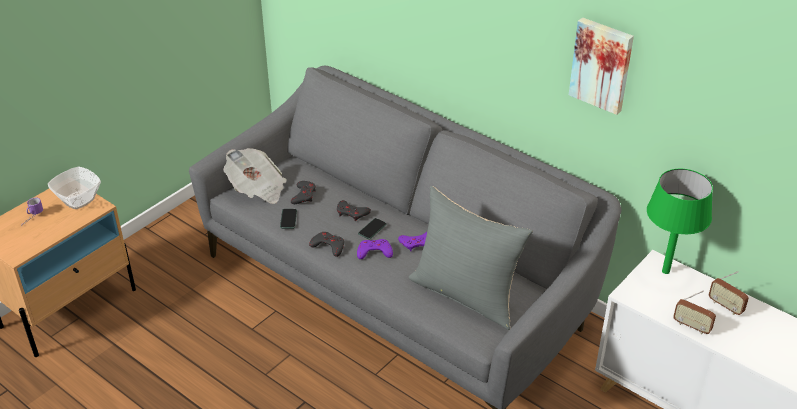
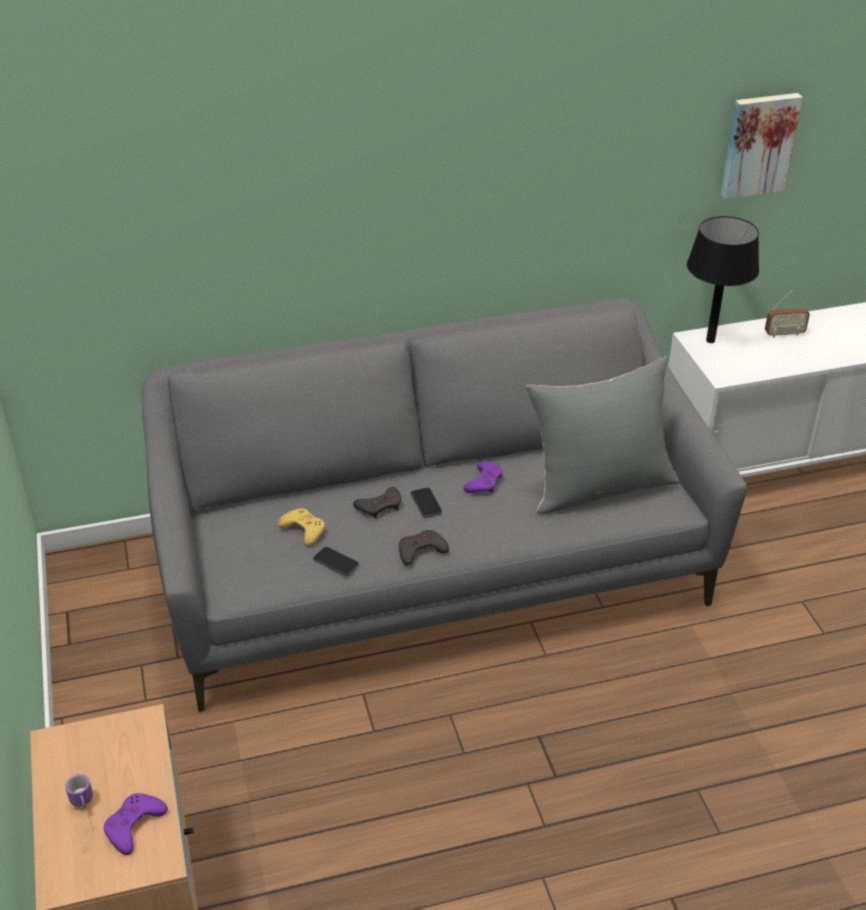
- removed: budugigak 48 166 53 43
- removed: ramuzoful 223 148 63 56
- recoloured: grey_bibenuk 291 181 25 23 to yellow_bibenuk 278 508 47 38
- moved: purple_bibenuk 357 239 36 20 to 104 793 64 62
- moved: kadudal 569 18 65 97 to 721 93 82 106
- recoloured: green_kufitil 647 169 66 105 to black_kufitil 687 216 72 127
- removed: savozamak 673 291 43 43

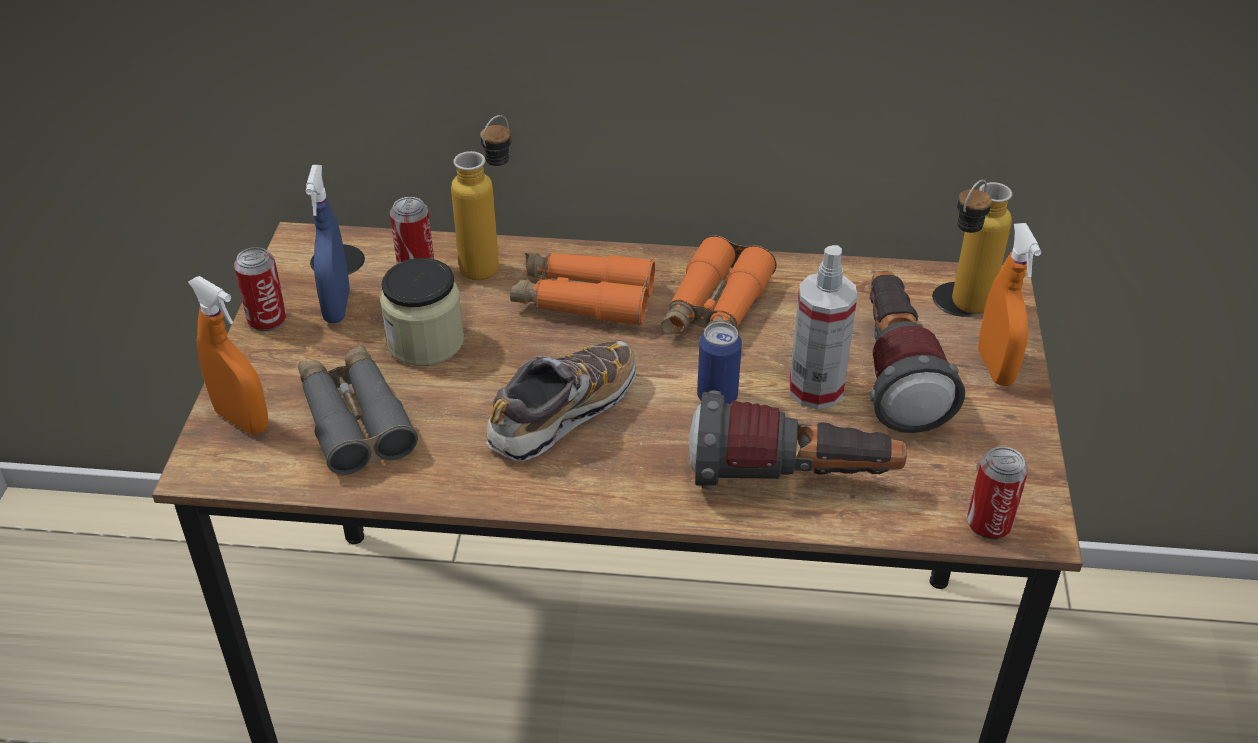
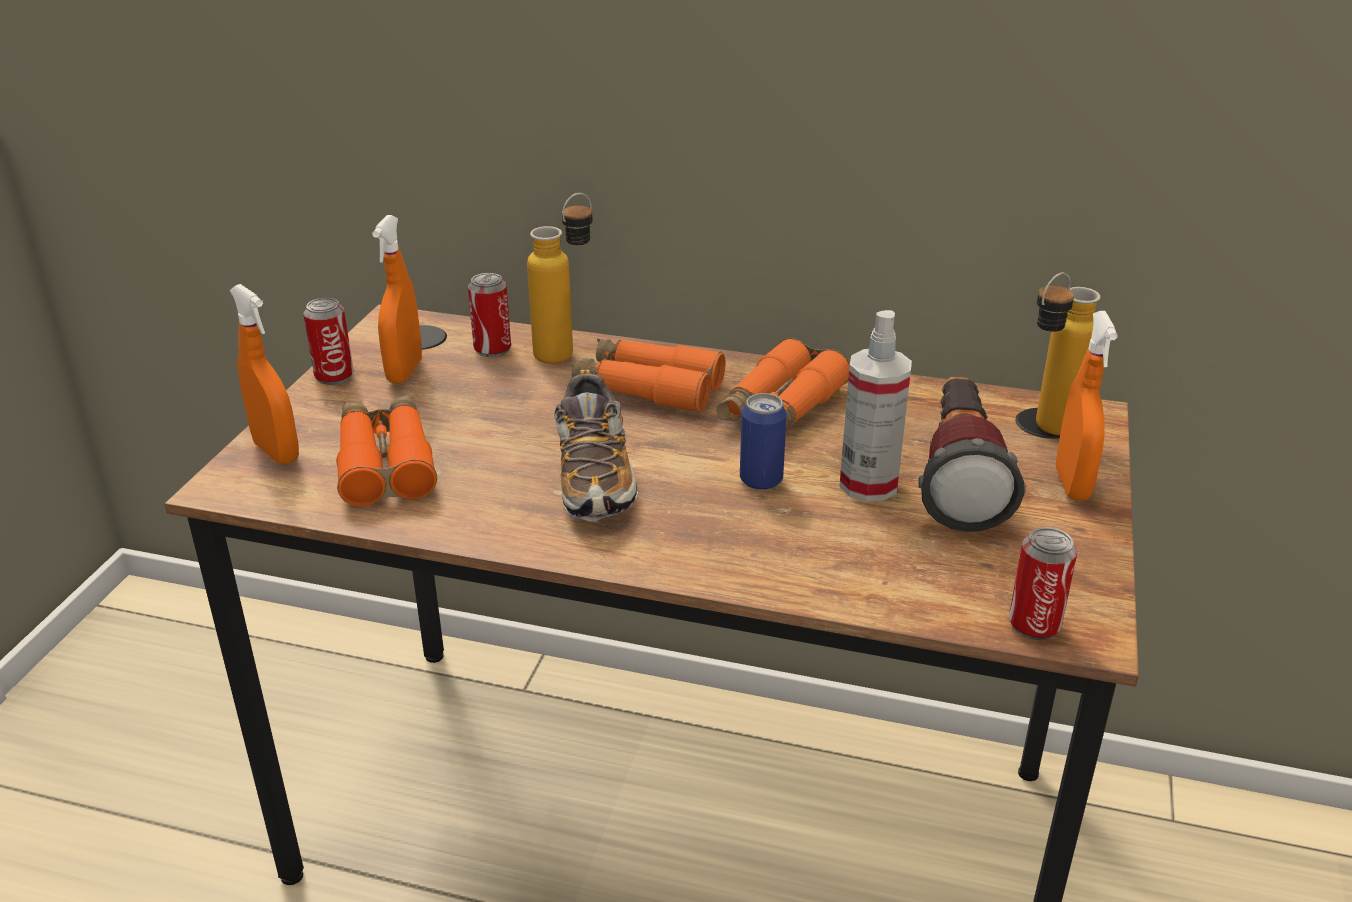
- recoloured: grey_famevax 298 344 120 131 to orange_famevax 336 395 101 111
- recoloured: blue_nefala 306 165 44 158 to orange_nefala 372 215 50 168
- removed: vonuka 380 258 84 108
- turned: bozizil 486 341 150 120 = 554 370 84 152 120 degrees clockwise
- removed: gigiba 689 390 218 99

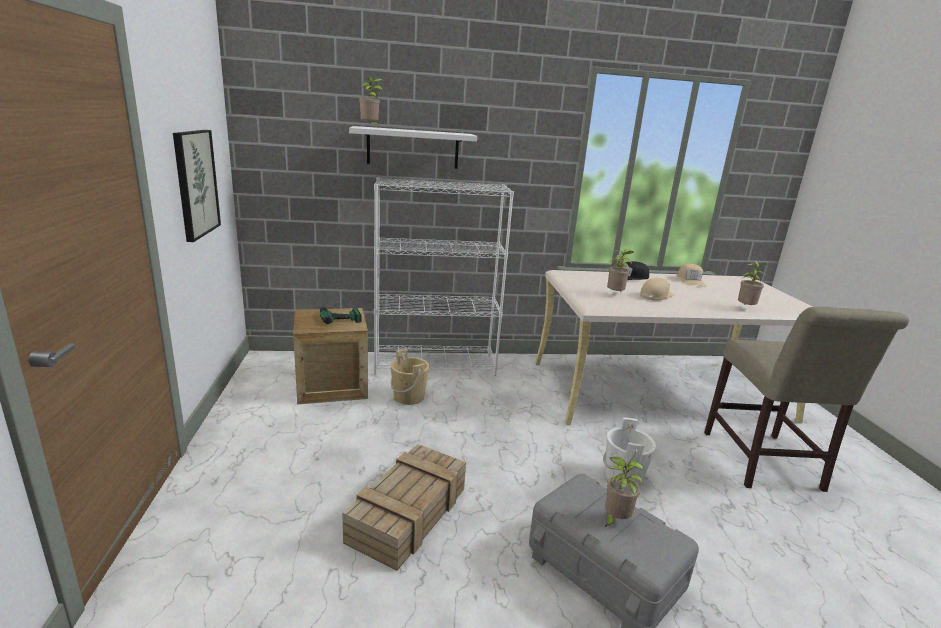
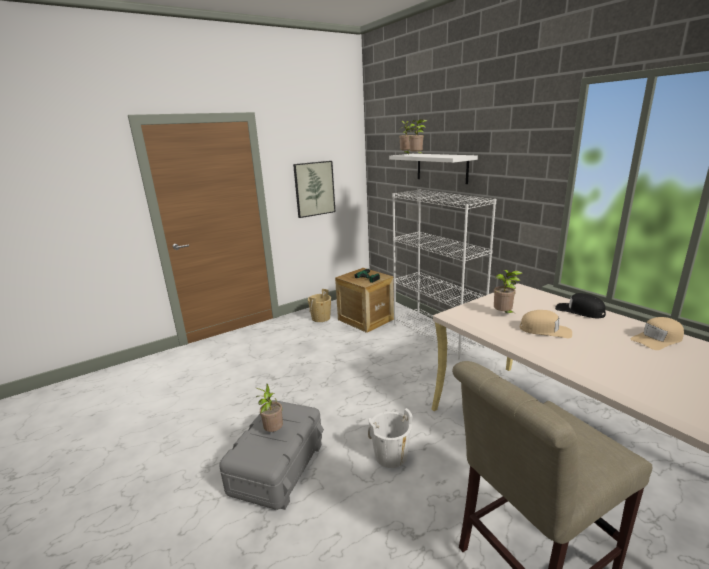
- removed: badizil 342 444 124 127
- moved: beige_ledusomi 390 349 39 56 to 308 289 23 33
- moved: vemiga 738 261 29 44 to 409 119 18 36

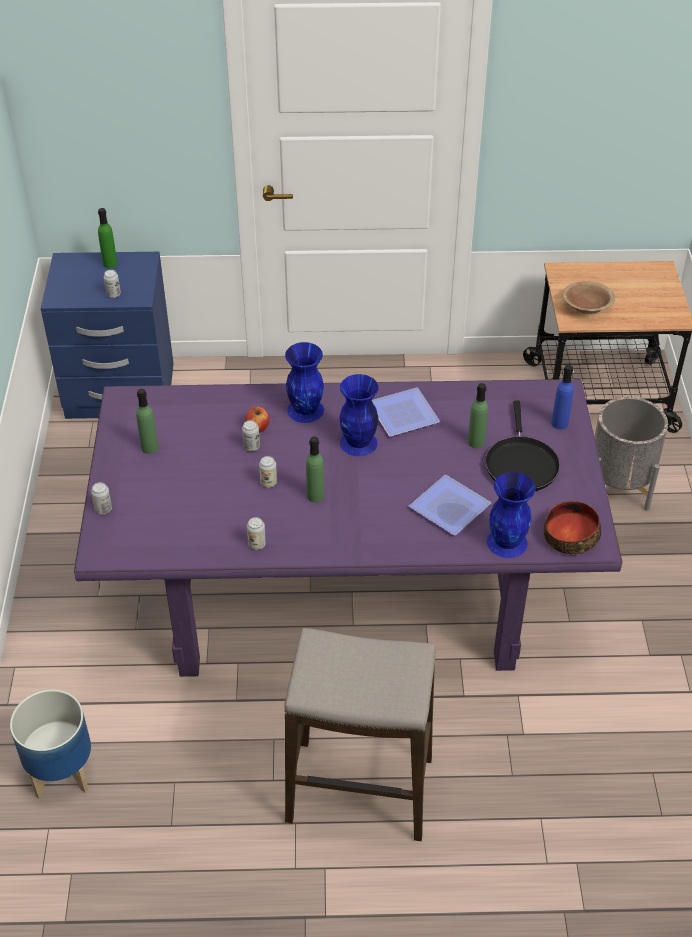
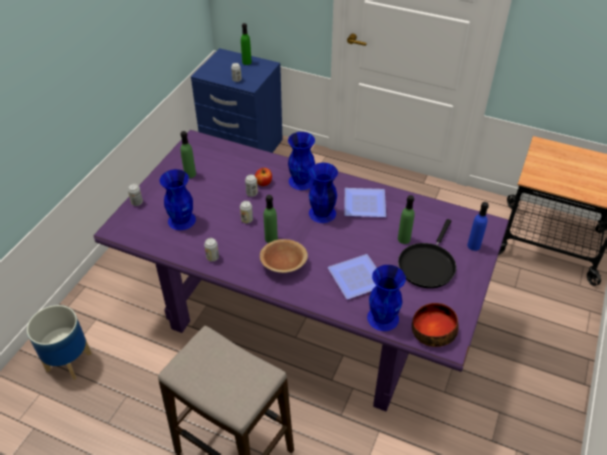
- moved: brown_budugigak 562 281 53 33 to 260 239 48 34
- removed: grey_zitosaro 594 397 74 114
- added: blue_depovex 160 169 36 61

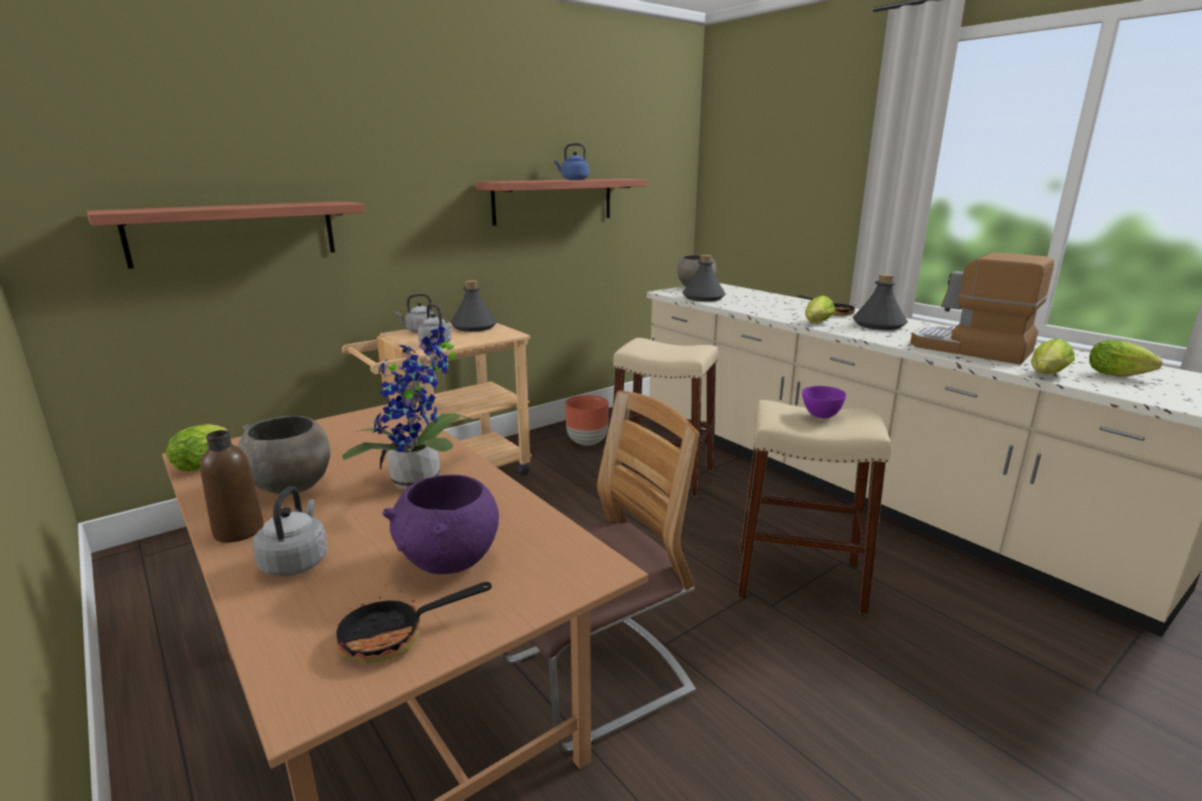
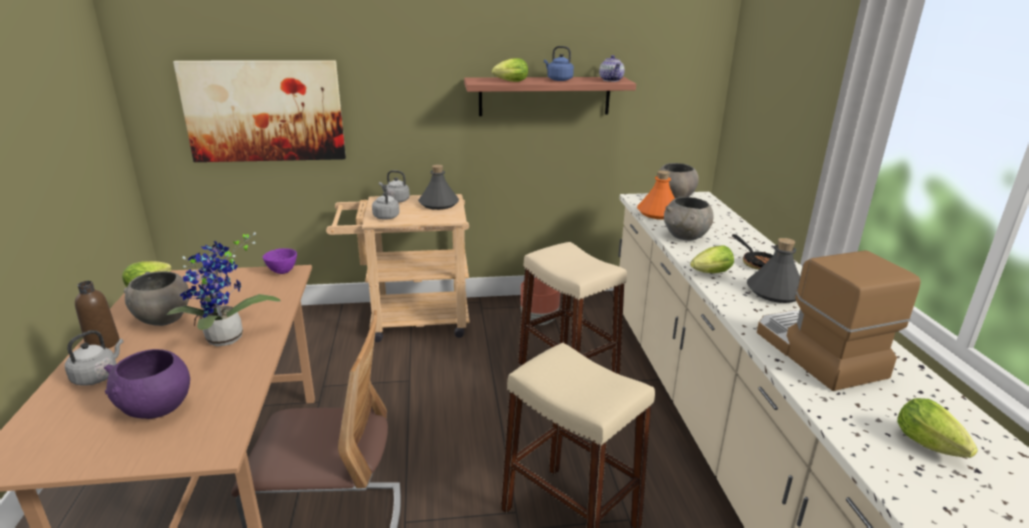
- replaced: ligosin 86 201 279 68 to kadudal 173 60 173 102
- removed: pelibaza 336 582 156 81
- recoloured: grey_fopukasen 682 255 44 46 to orange_fopukasen 637 170 38 49
- moved: purple_budugigak 802 386 44 33 to 263 248 34 26
- moved: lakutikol 1031 338 44 36 to 492 58 36 24
- added: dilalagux 599 55 26 27
- added: grey_budugigak 664 197 50 43

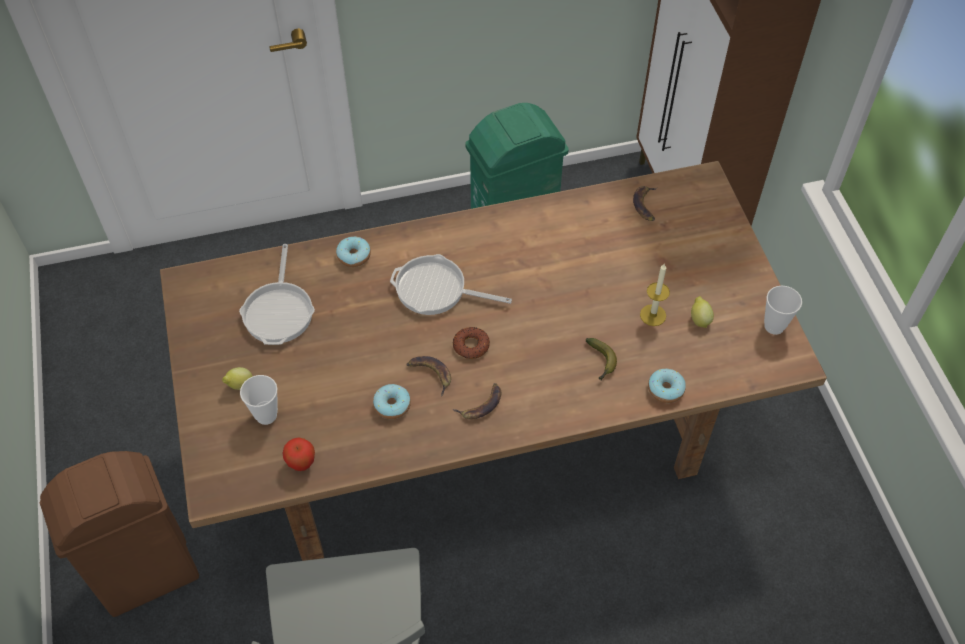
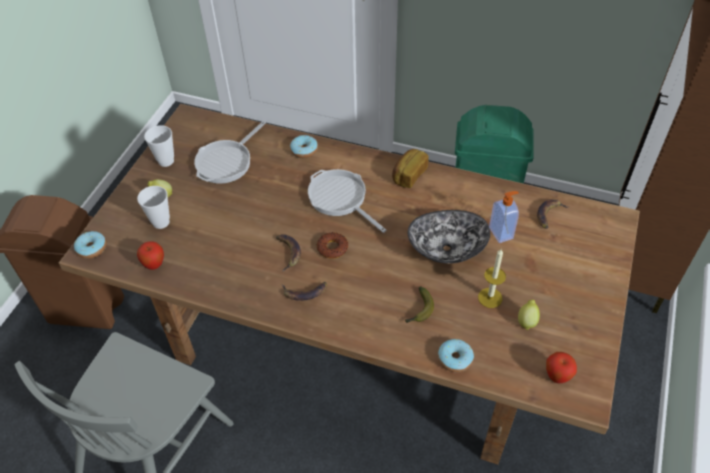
- moved: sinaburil 373 384 38 35 to 74 231 32 28
- moved: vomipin 764 286 38 49 to 144 125 30 42
- added: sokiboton 392 149 37 39
- added: budugigak 408 210 82 54
- added: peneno 489 191 30 52
- added: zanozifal 546 352 31 31

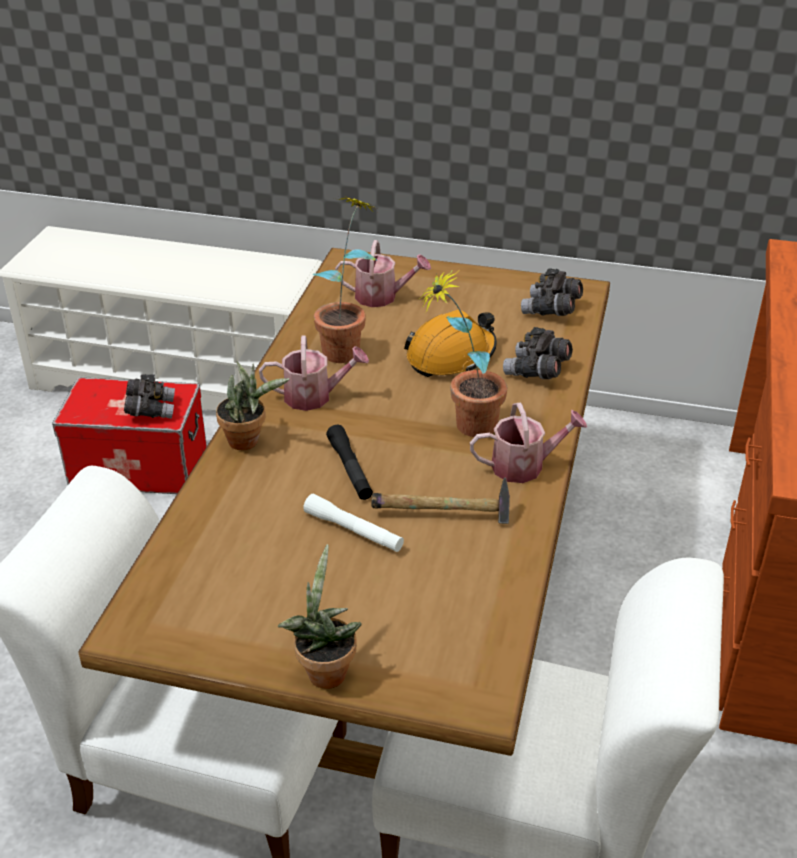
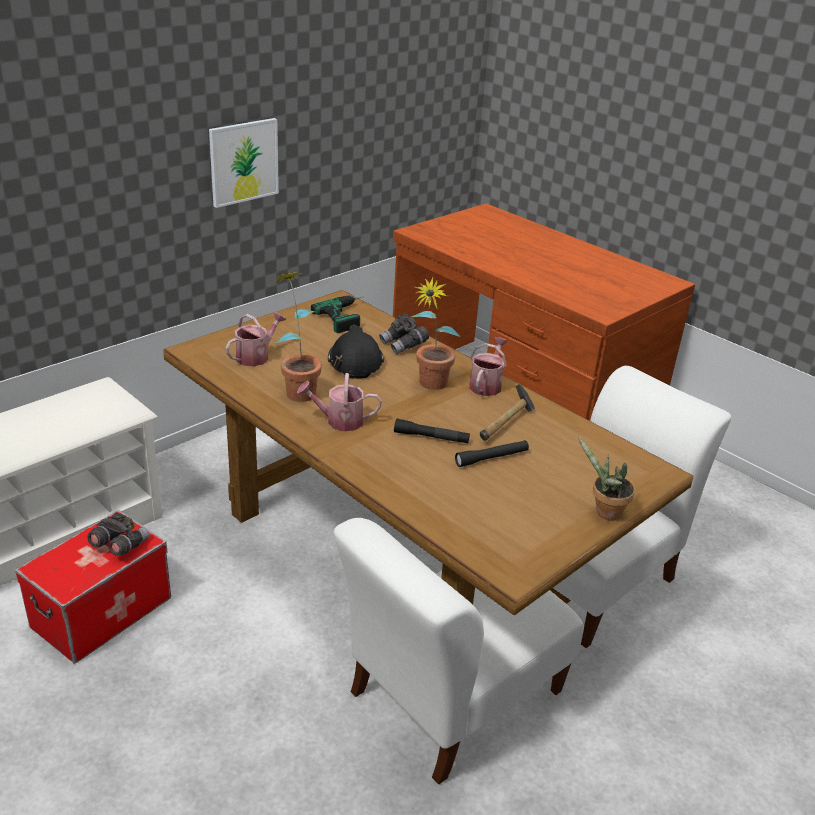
- removed: vemiga 216 361 74 89
- turned: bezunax 259 335 110 76 = 297 373 85 58 120 degrees counterclockwise
- recoloured: white_gigiba 303 494 101 58 to black_gigiba 455 440 74 27
- recoloured: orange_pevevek 404 310 93 67 to black_pevevek 328 325 56 54
- replaced: grey_famevax 521 269 62 47 to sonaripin 311 296 52 37
- added: kadudal 209 118 70 90

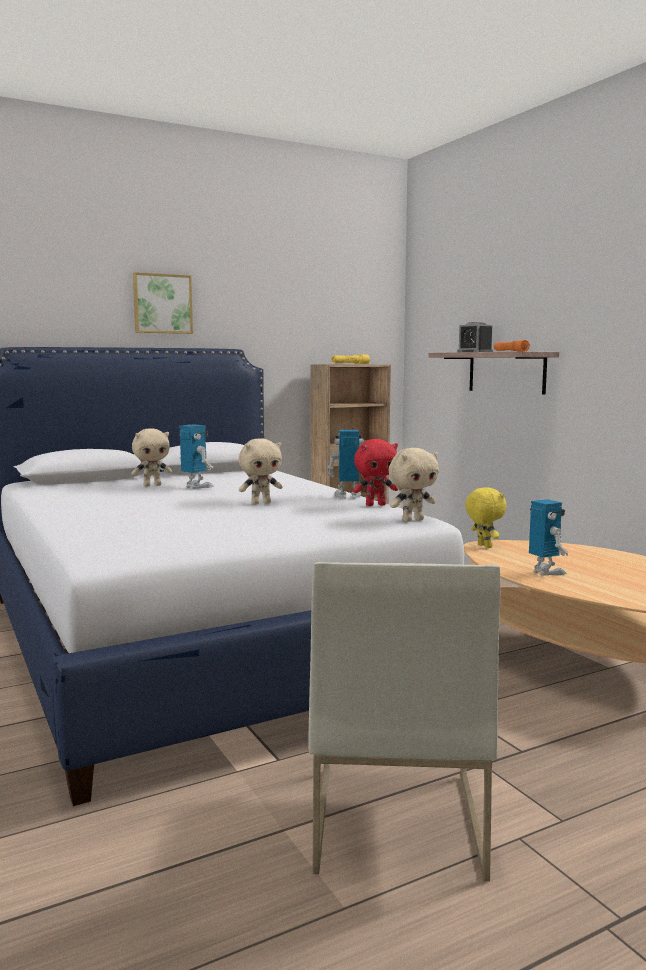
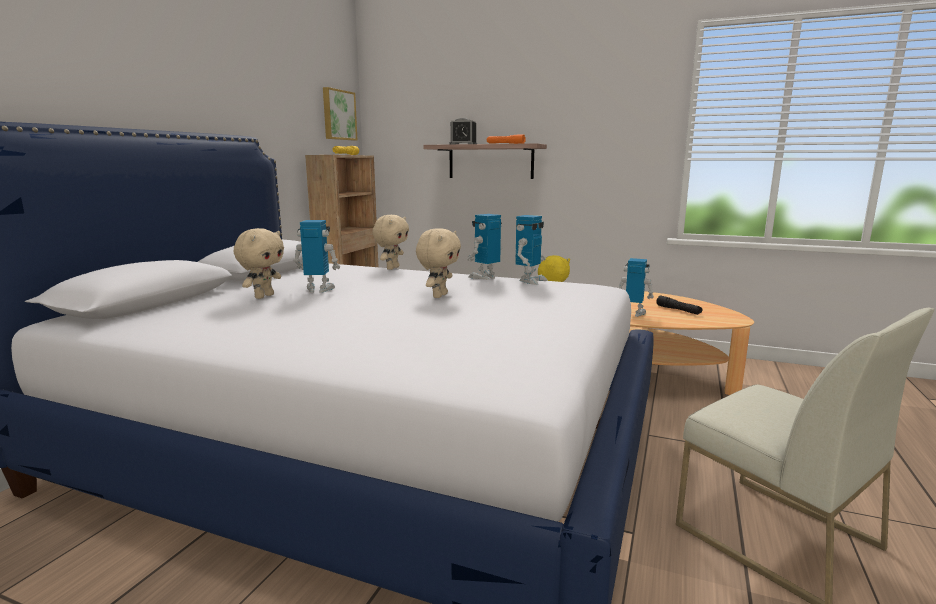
- moved: kadudal 133 272 60 62 to 323 87 35 53
- replaced: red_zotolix 353 439 45 67 to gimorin 515 215 33 70
- moved: beige_zotolix 389 448 50 74 to 373 215 36 55
- added: black_gigiba 656 296 46 19

